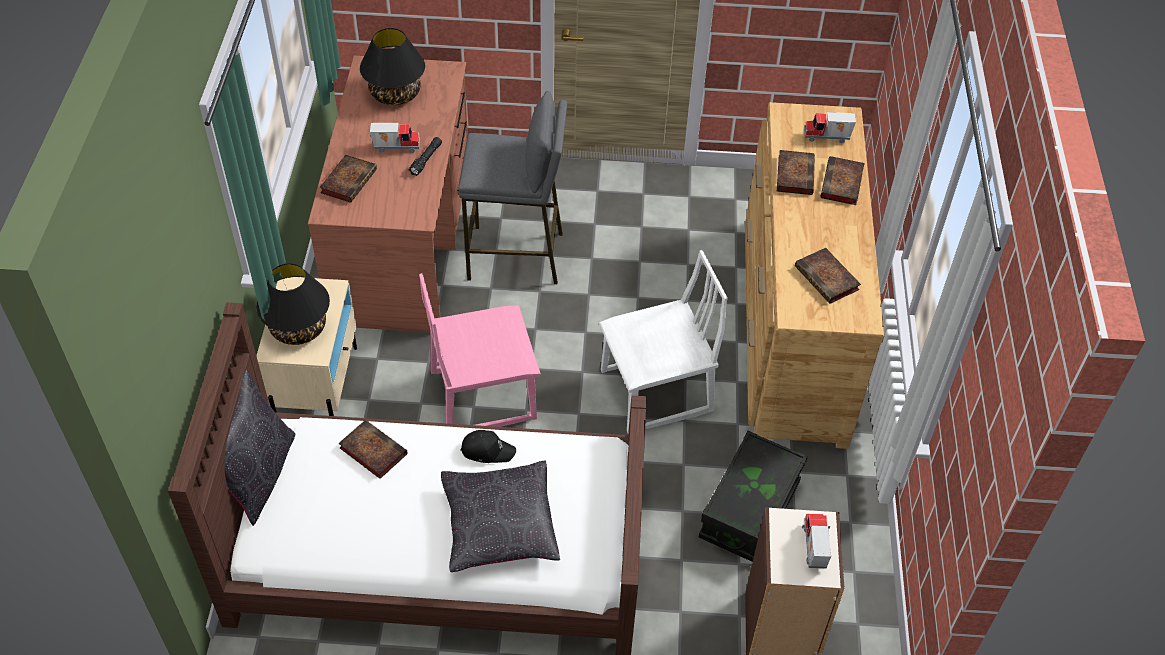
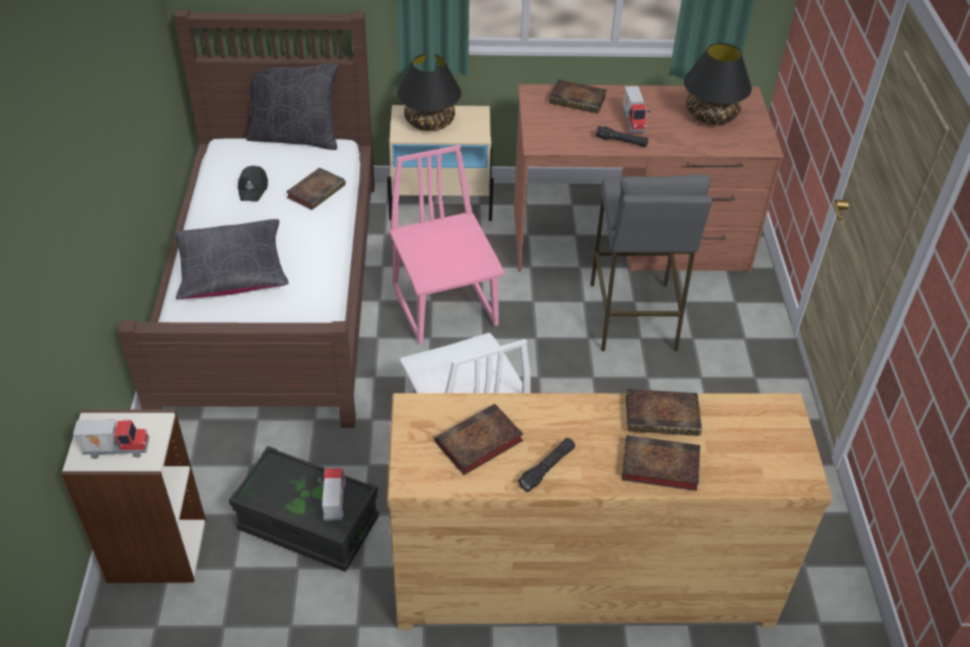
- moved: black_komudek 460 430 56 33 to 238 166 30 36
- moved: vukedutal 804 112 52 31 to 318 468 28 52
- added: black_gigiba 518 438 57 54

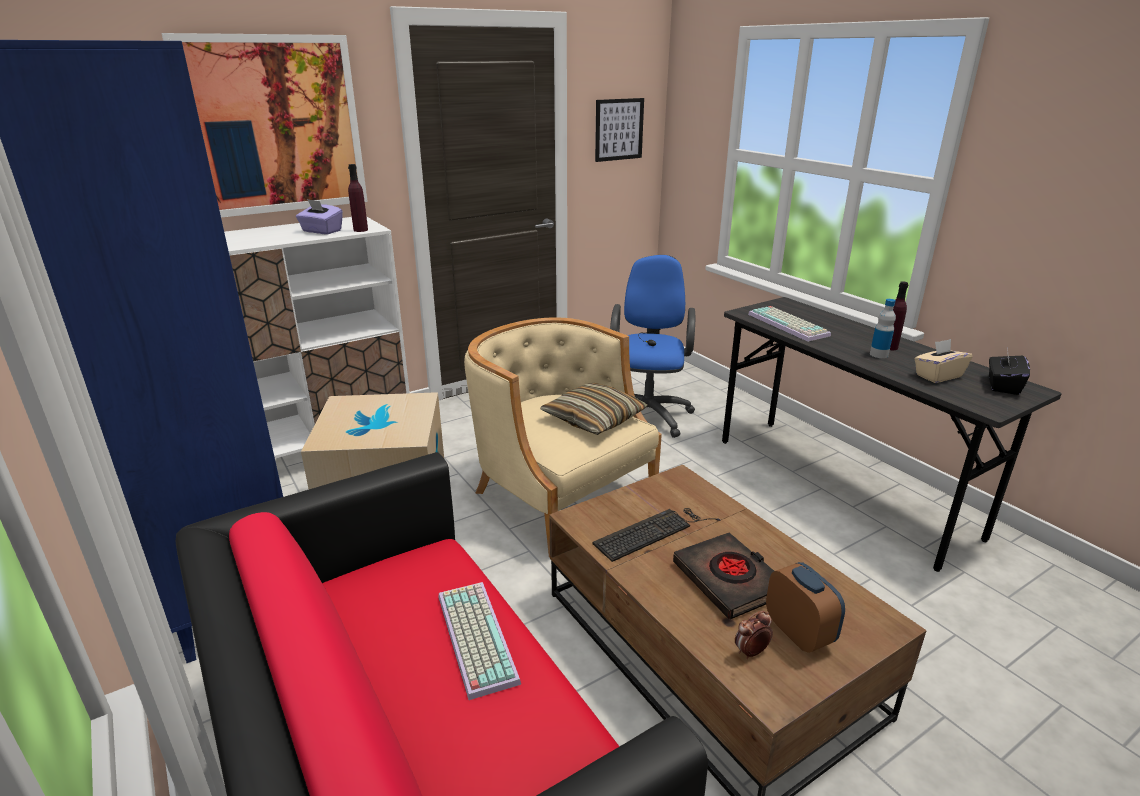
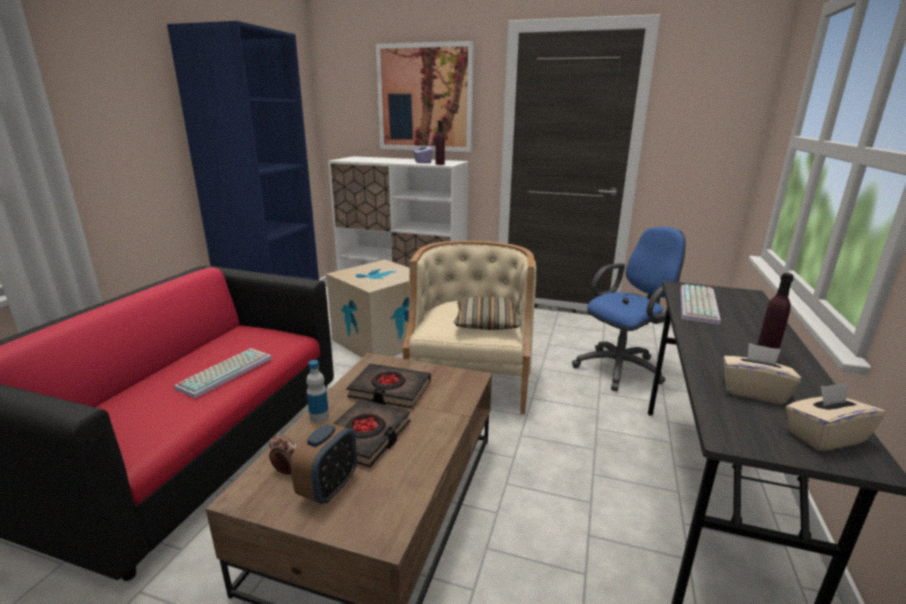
- replaced: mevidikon 593 508 128 54 to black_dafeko 347 363 84 45
- removed: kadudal 595 98 49 64
- moved: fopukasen 870 299 26 59 to 306 360 23 63
- recoloured: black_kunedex 989 346 41 49 to beige_kunedex 786 383 99 68

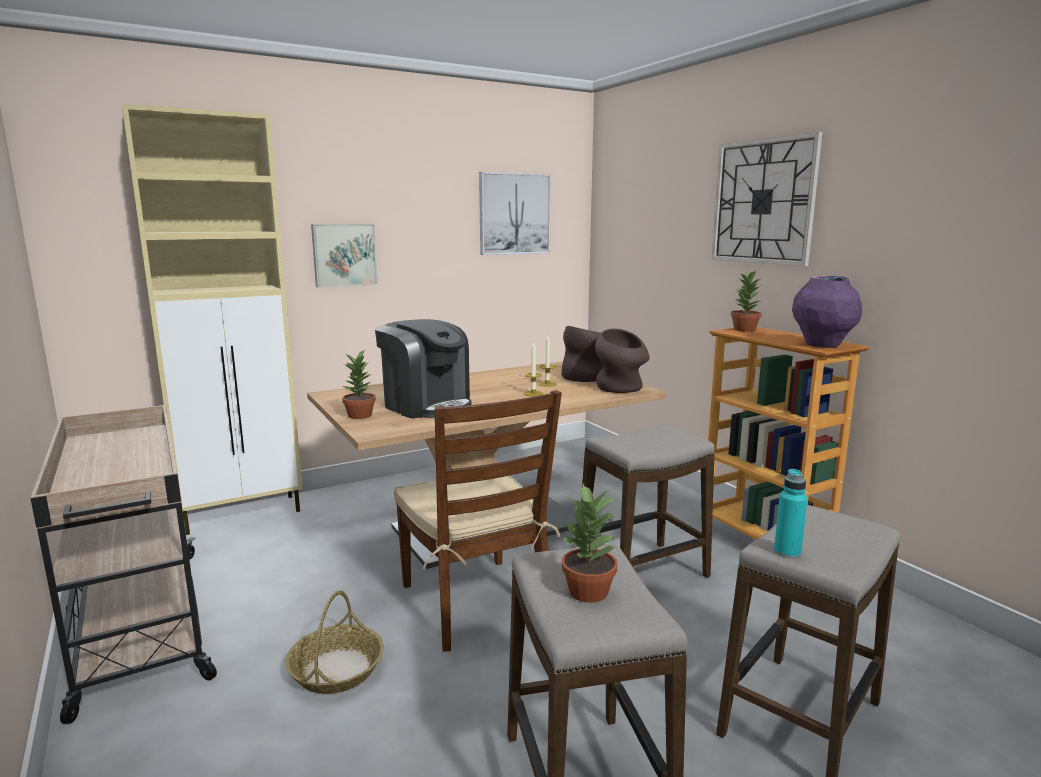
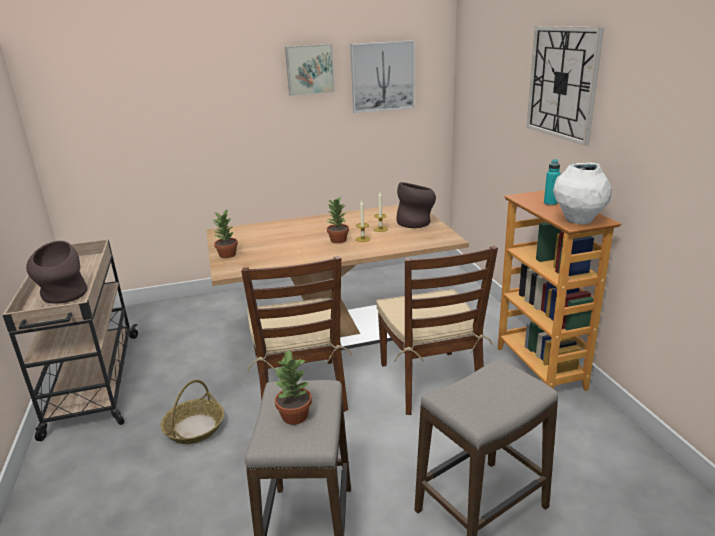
- removed: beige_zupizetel 122 104 181 431
- moved: kadudal 311 224 67 63 to 285 44 50 52
- removed: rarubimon 375 319 97 100
- replaced: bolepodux 581 424 133 154 to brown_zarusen 376 246 122 169
- moved: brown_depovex 595 328 55 65 to 26 241 62 62
- moved: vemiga 731 271 31 61 to 325 196 24 47
- moved: turquoise_fopukasen 774 469 34 90 to 544 159 17 47
- recoloured: purple_depovex 792 276 70 72 to white_depovex 553 162 59 63

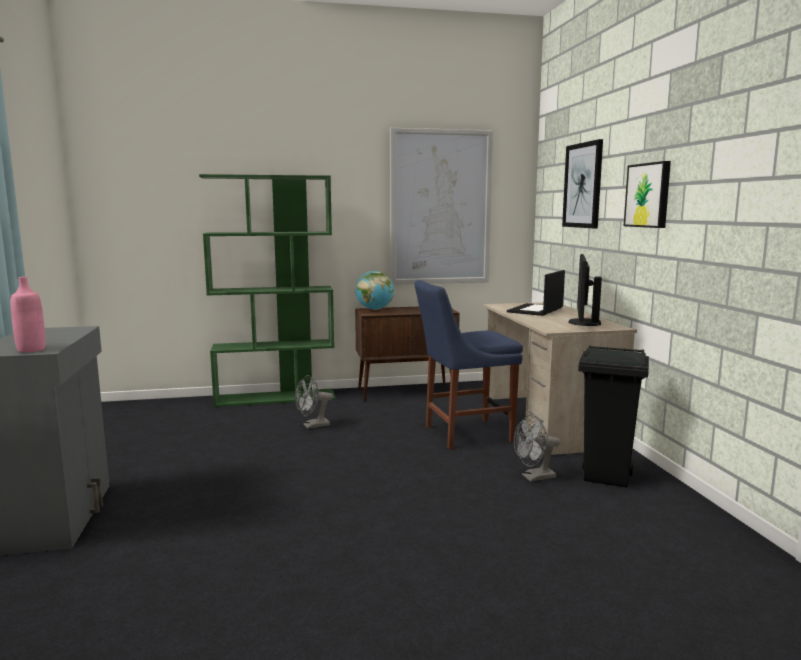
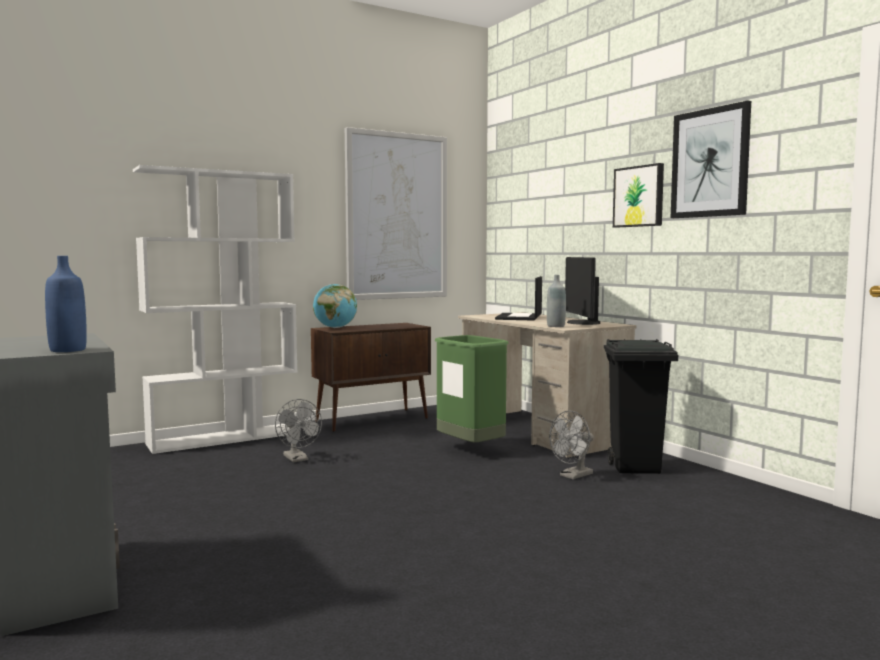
- recoloured: pink_fopukasen 11 277 35 76 to blue_fopukasen 45 256 42 96
- recoloured: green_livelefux 199 174 137 233 to white_livelefux 133 165 165 289
- turned: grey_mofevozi 295 375 38 54 = 275 399 47 63 75 degrees counterclockwise
- replaced: blue_zarusen 415 280 108 169 to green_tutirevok 435 335 74 107
- moved: kadudal 562 139 41 89 to 671 101 80 117
- added: grey_fopukasen 547 275 19 52

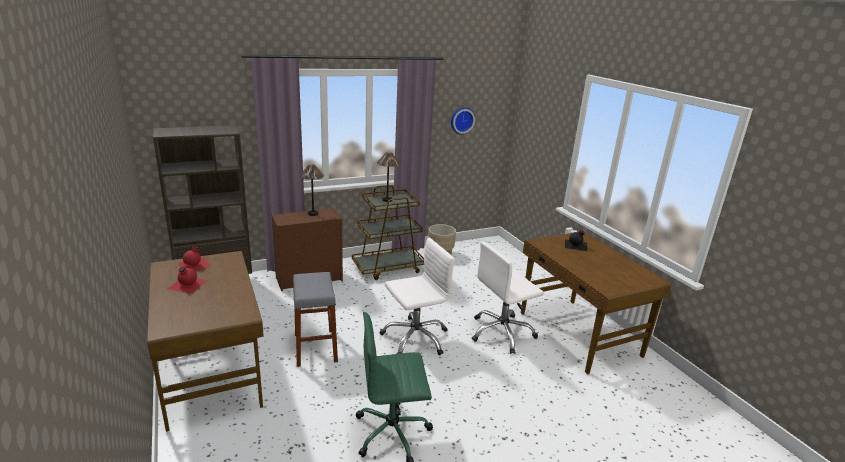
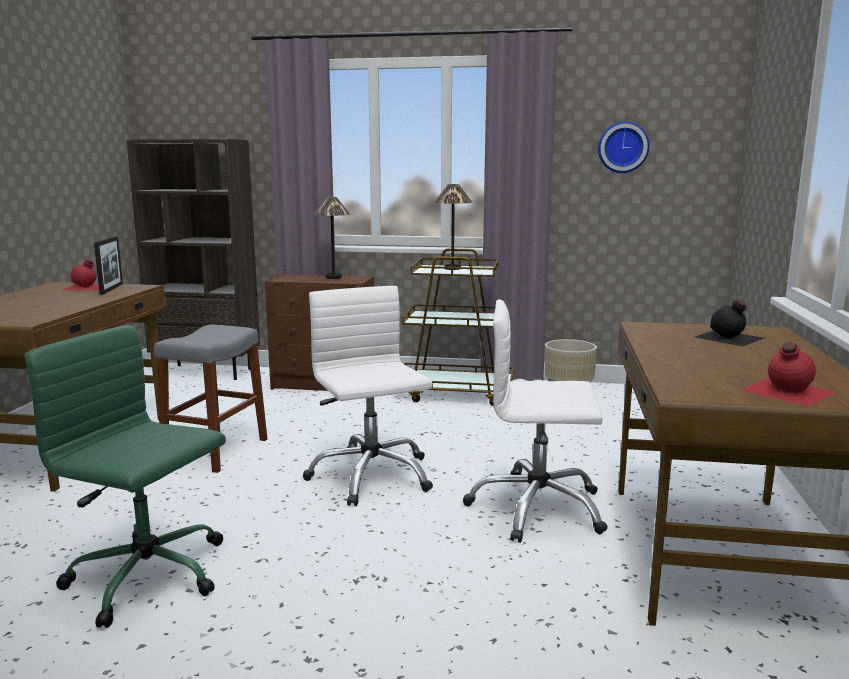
- moved: red_fopukasen 167 267 40 27 to 742 342 93 64
- turned: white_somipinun 380 237 75 119 = 303 286 130 220 120 degrees counterclockwise
- added: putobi 94 236 29 59

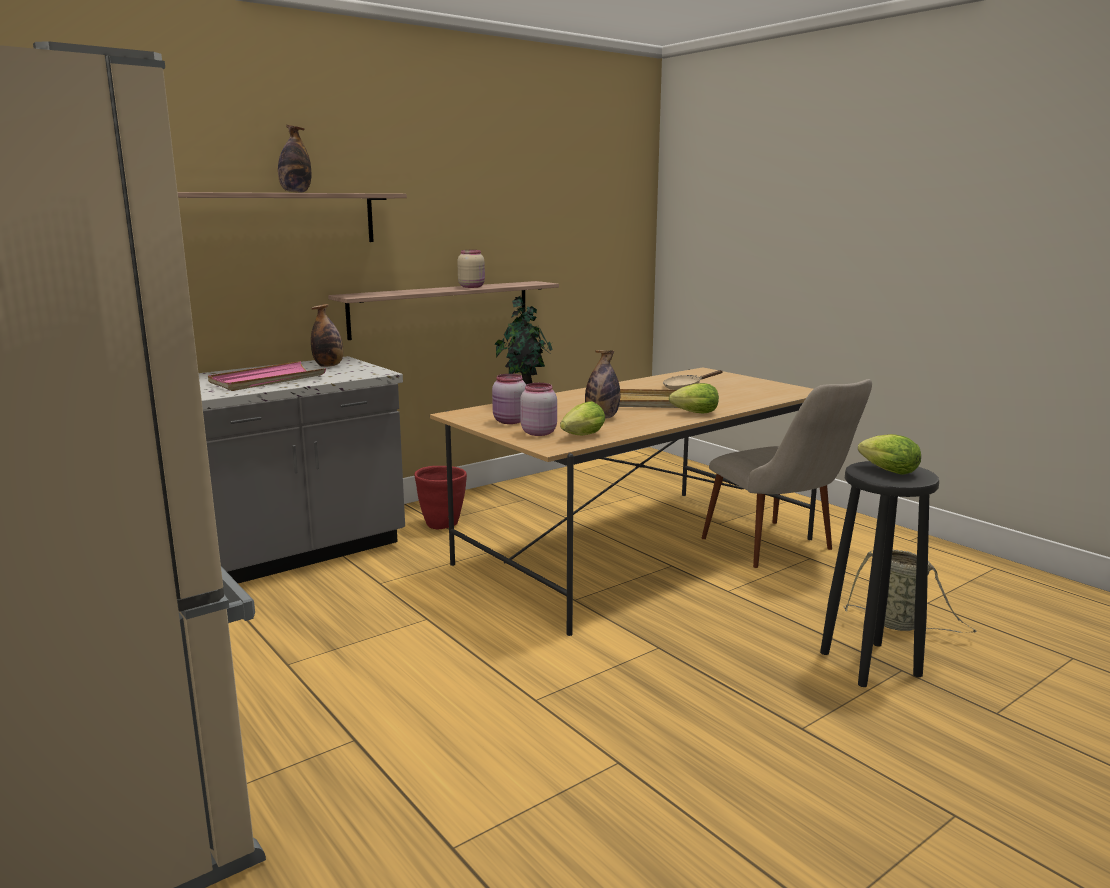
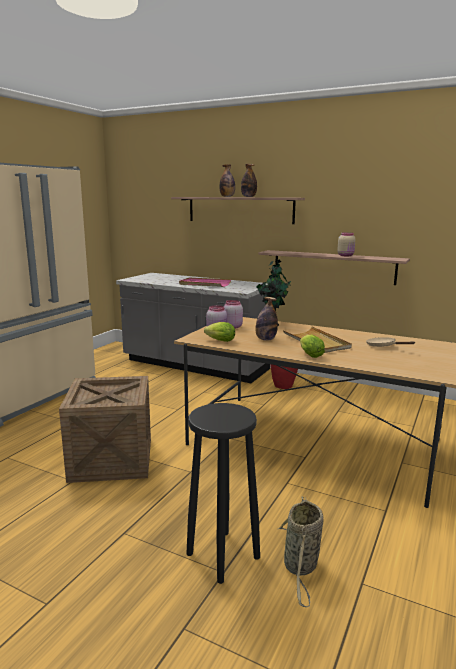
- moved: fopukasen 311 304 32 63 to 220 164 15 33
- removed: beige_zarusen 702 379 170 189
- removed: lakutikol 858 434 63 41
- added: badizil 59 376 92 107

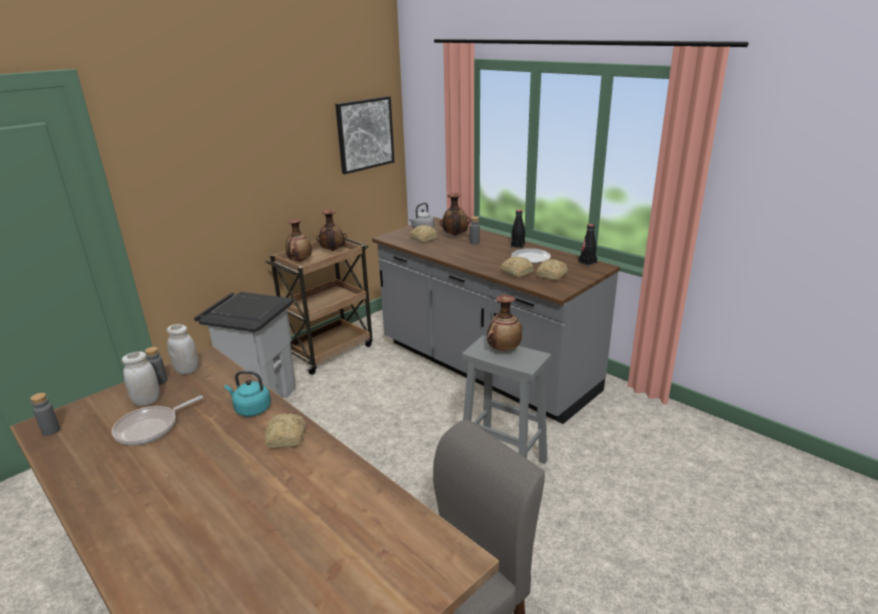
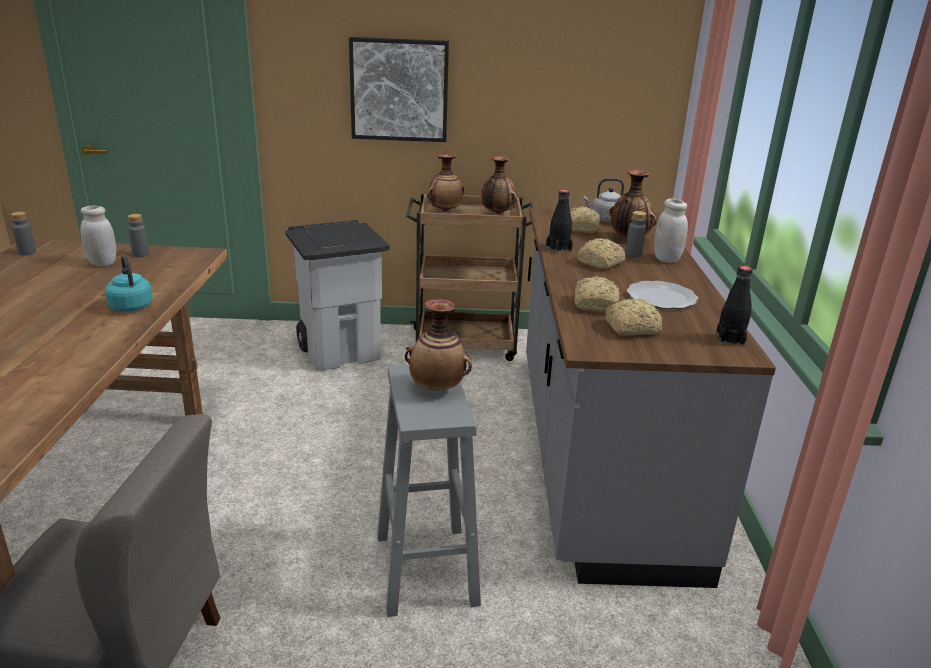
- removed: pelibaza 112 395 91 50
- moved: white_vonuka 167 324 32 51 to 654 199 34 64
- moved: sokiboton 265 413 41 35 to 577 238 48 31
- moved: kadudal 335 96 59 78 to 349 37 100 105
- moved: black_fopukasen 511 210 14 39 to 546 190 27 63

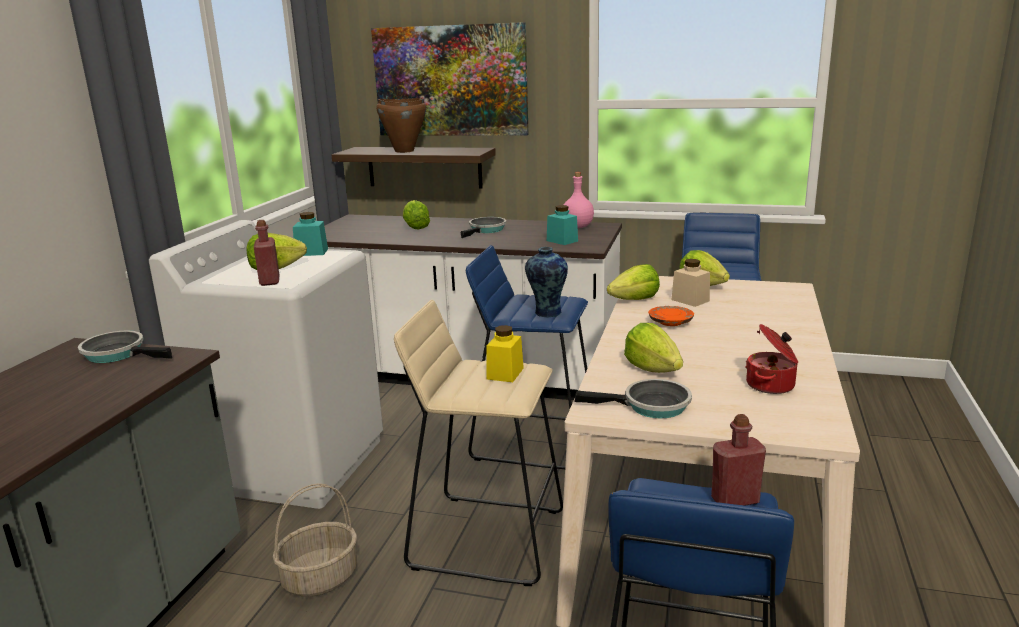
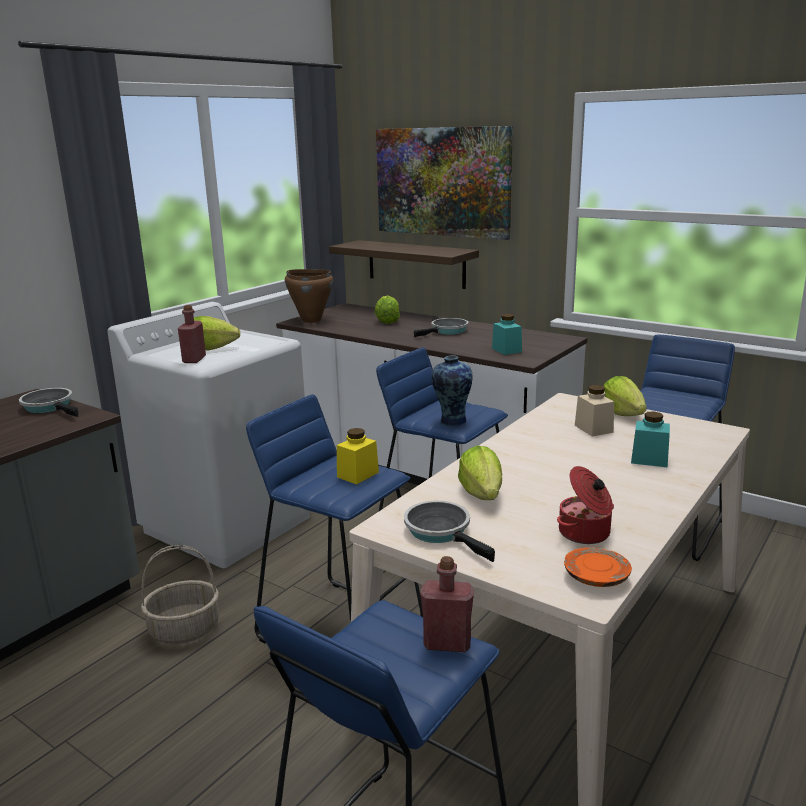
- moved: turquoise_vonuka 293 212 35 44 to 631 411 39 56
- moved: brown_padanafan 376 98 50 55 to 285 269 49 54
- recoloured: beige_bolepodux 394 300 169 286 to blue_bolepodux 246 394 177 249
- removed: pink_fopukasen 564 172 30 56
- turned: pelibaza 574 379 118 40 = 404 501 91 61 150 degrees counterclockwise
- removed: lakutikol 607 264 53 36
- moved: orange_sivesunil 648 306 46 20 to 564 547 68 40

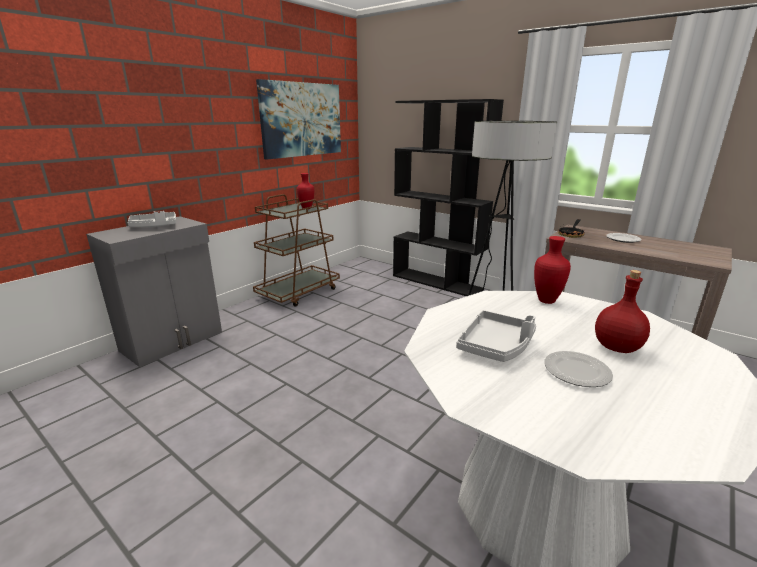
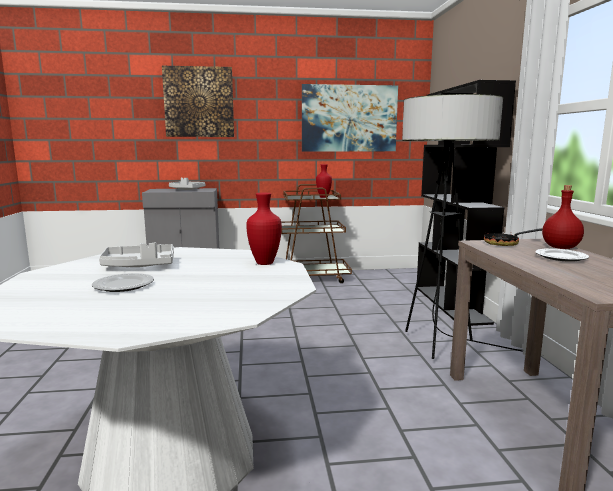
- moved: red_fopukasen 595 270 55 83 to 542 185 42 64
- added: kadudal 162 66 72 71

